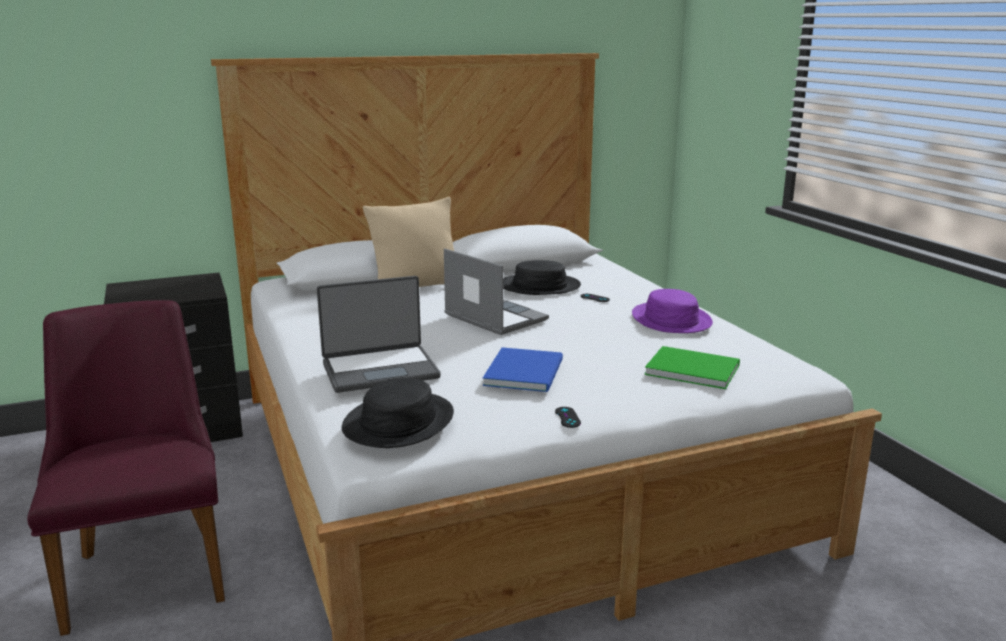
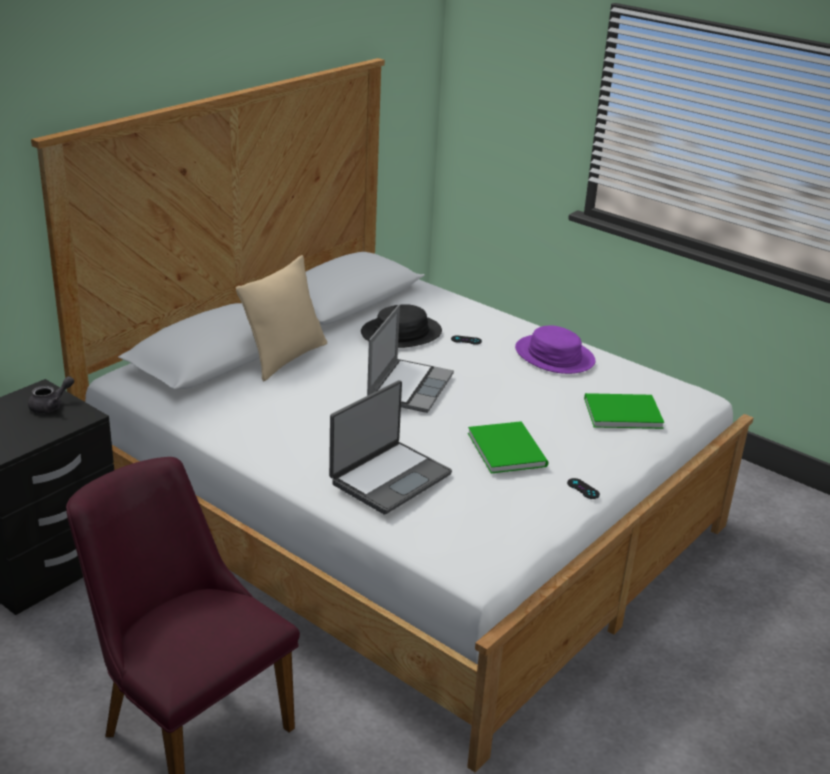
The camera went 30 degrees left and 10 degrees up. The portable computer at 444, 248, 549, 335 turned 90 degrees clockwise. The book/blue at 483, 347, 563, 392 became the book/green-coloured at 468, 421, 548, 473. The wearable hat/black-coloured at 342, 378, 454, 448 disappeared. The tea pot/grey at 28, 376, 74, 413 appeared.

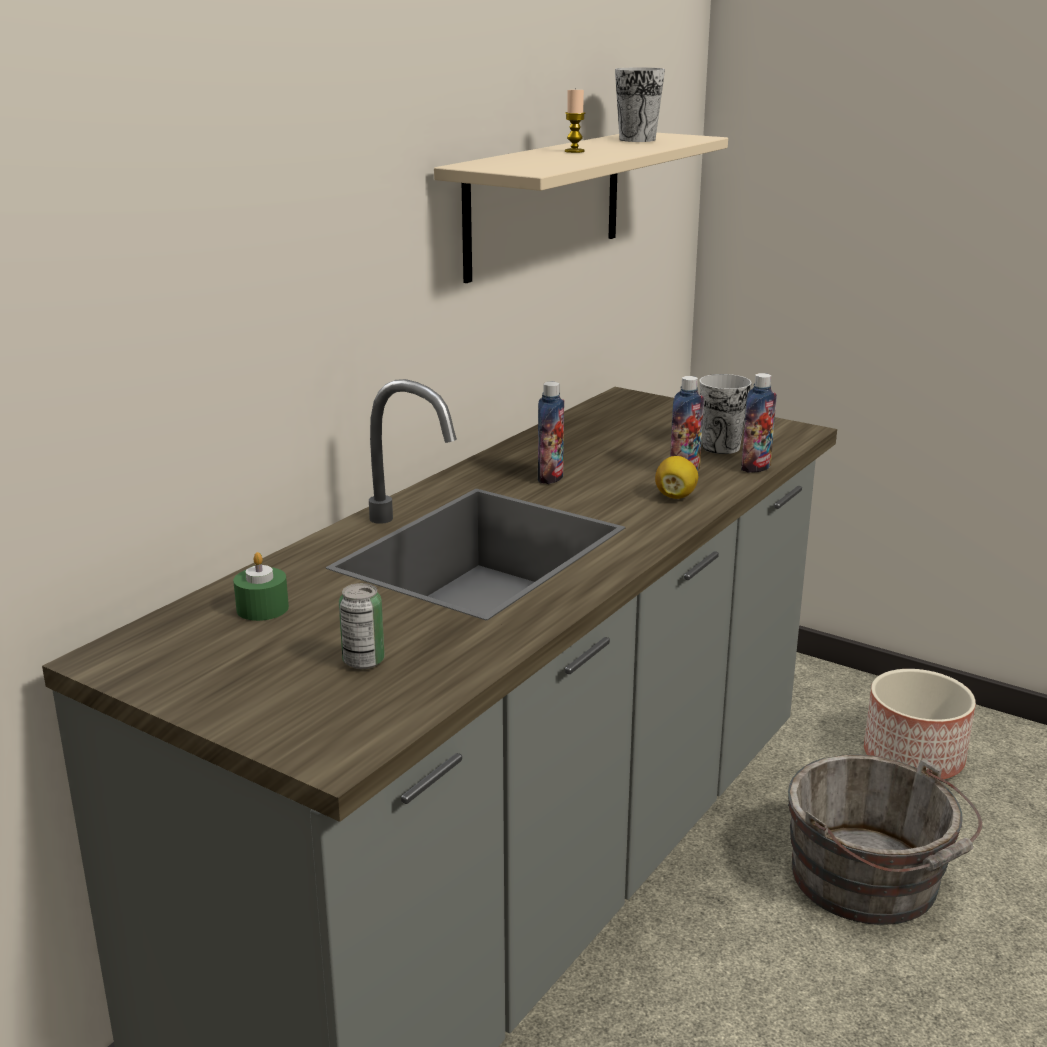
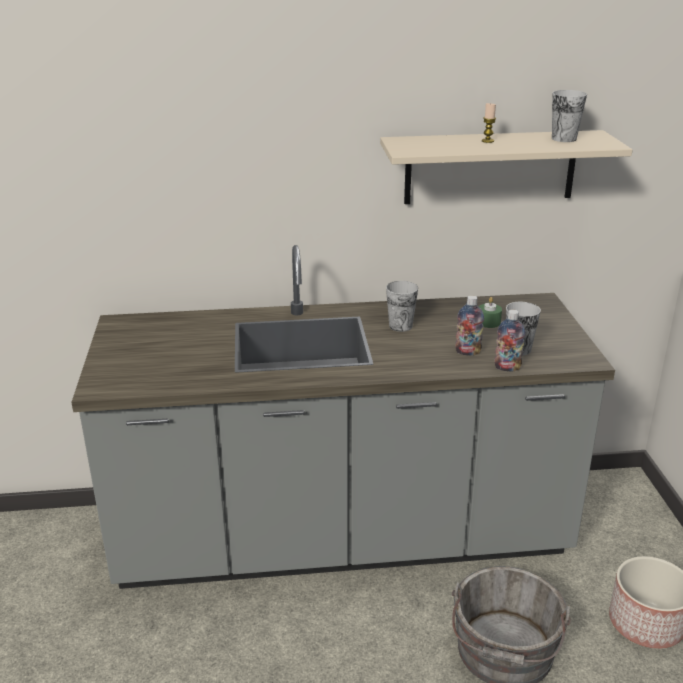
The camera went 50 degrees right and 5 degrees up. The bottle at 538, 382, 564, 484 was replaced by the cup at 386, 281, 418, 332. The lemon at 655, 456, 698, 499 disappeared. The wax light/green-coloured moved from 233, 552, 289, 621 to 479, 297, 502, 328. The metal can at 339, 583, 385, 669 disappeared.

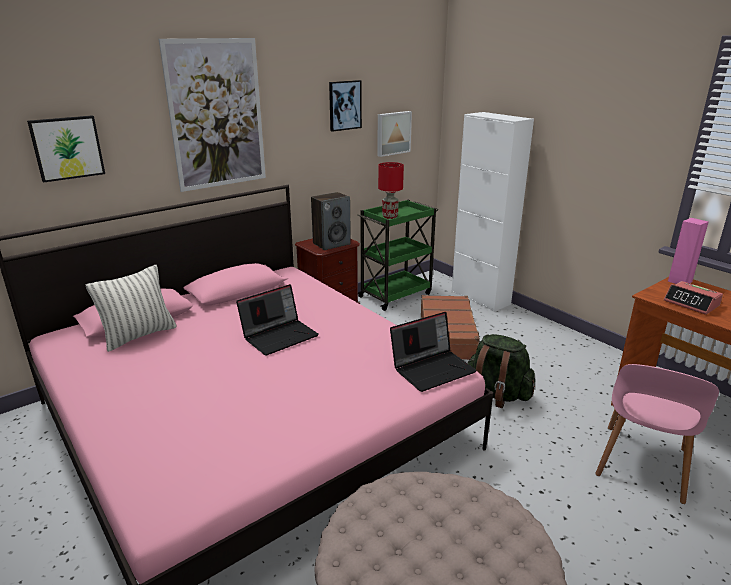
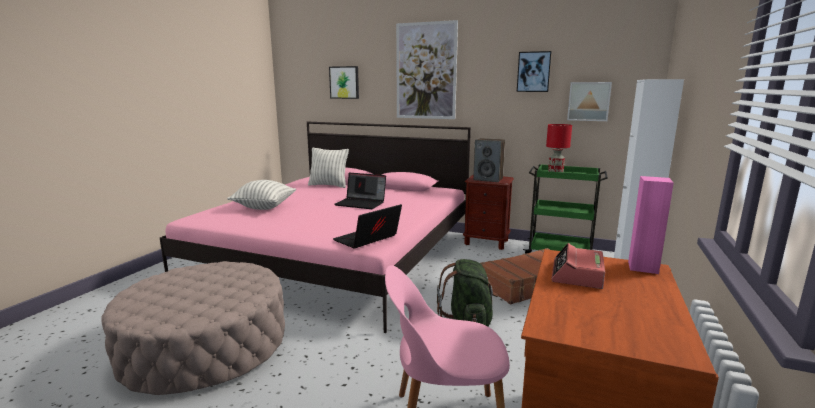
The camera went 60 degrees right and 10 degrees down. The portable computer at 390, 312, 477, 392 turned 105 degrees clockwise. The cushion at 227, 180, 296, 210 appeared.

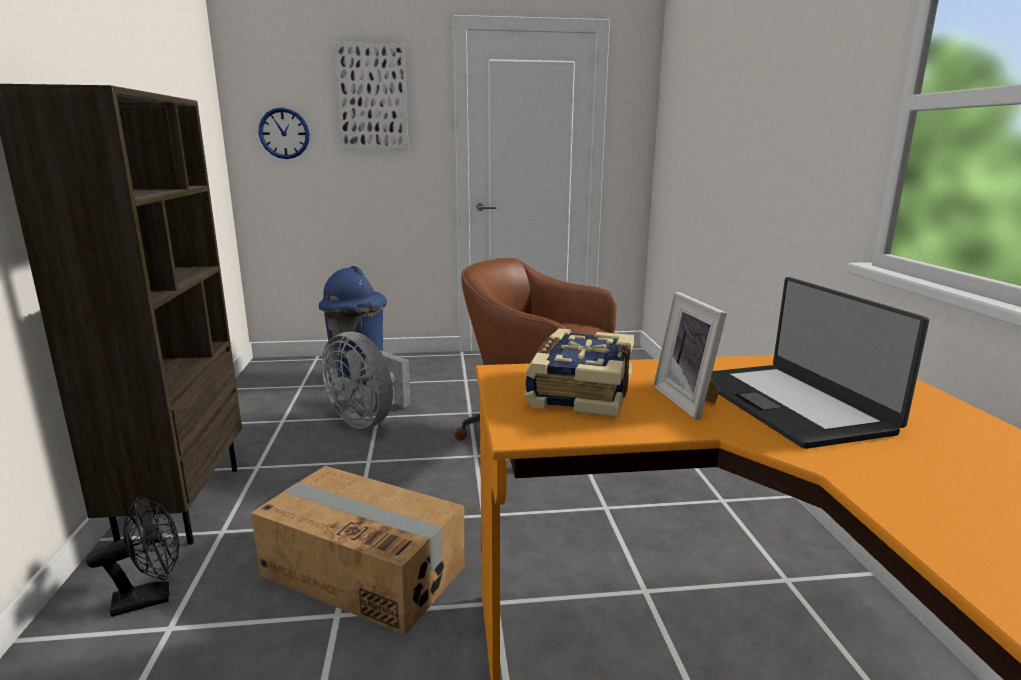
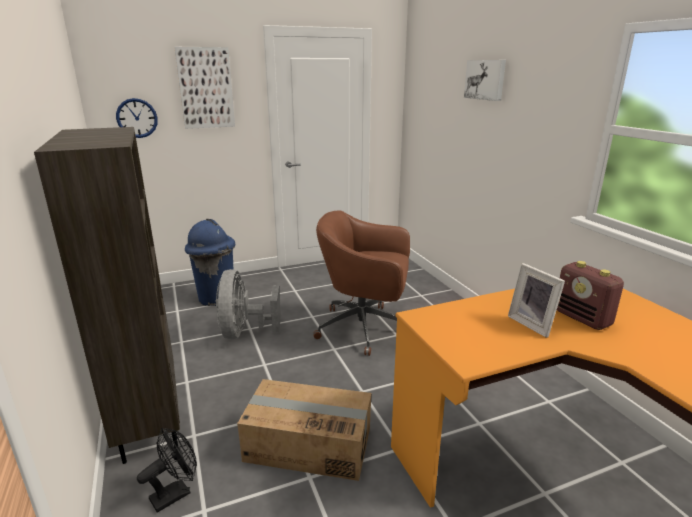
The camera went 15 degrees left and 5 degrees up. The portable computer at 711, 277, 929, 449 was replaced by the radio at 557, 261, 624, 330. The book at 525, 328, 634, 417 disappeared. The fan/grey at 322, 331, 411, 429 turned 60 degrees clockwise. The wall art at 464, 60, 506, 101 appeared.

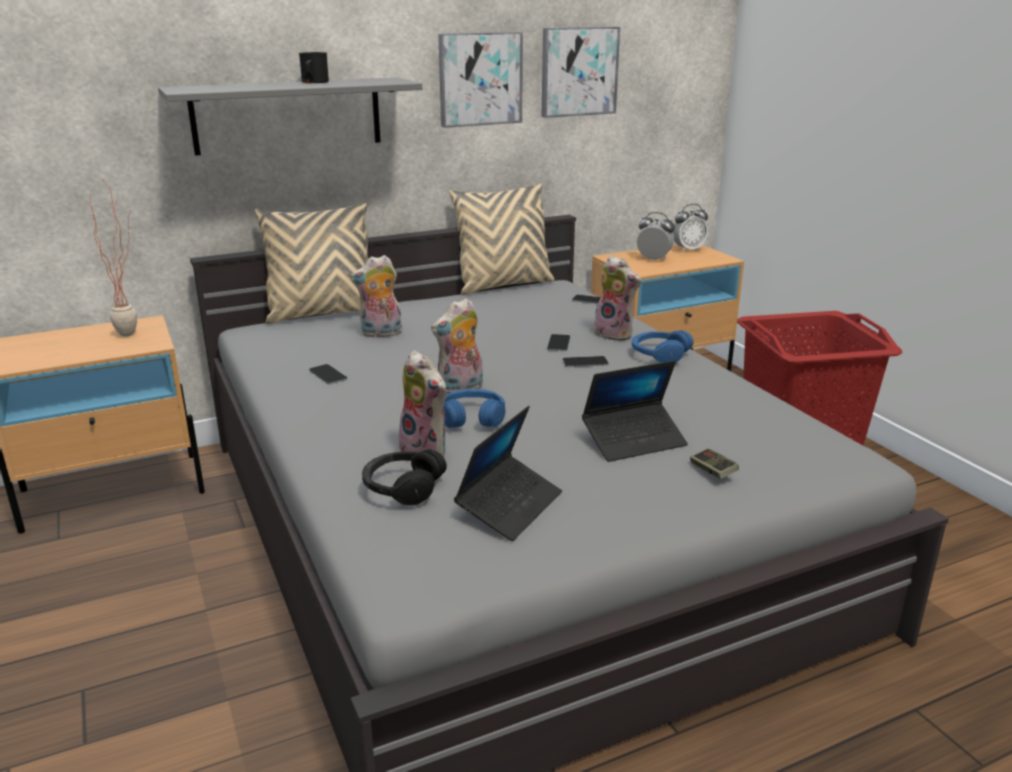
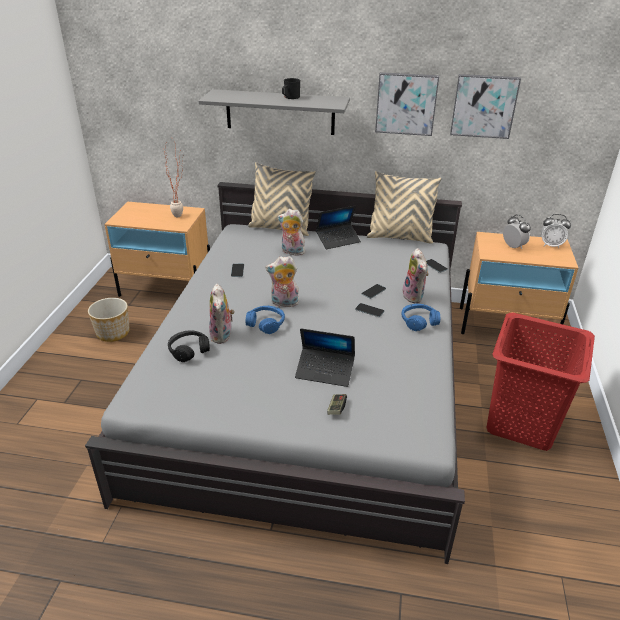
The camera went 35 degrees right and 10 degrees up. The portable computer moved from 454, 406, 562, 541 to 316, 206, 361, 249. The flower pot at 88, 298, 130, 342 appeared.

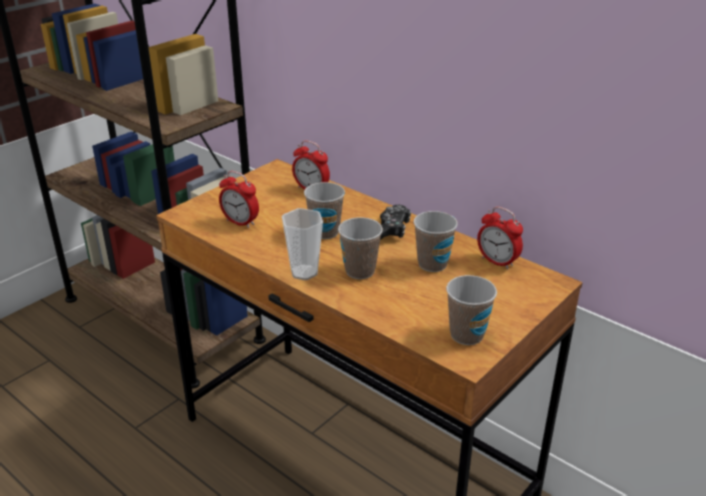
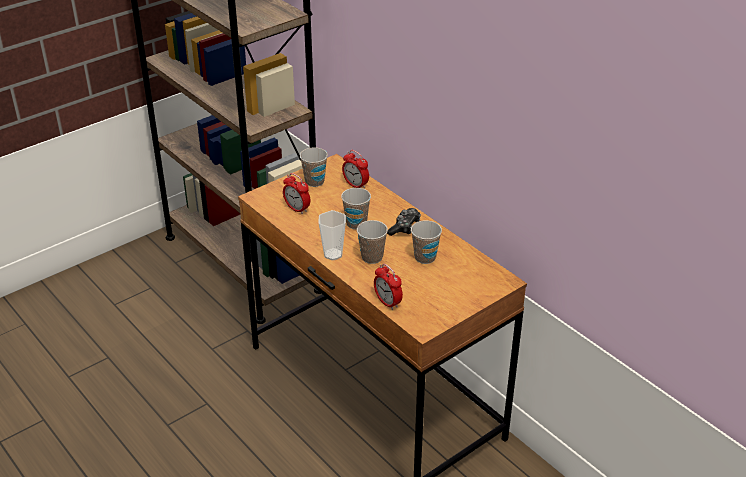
The camera went 10 degrees right and 5 degrees up. The bedside clock moved from 477, 207, 523, 270 to 374, 264, 403, 310. The cup moved from 446, 275, 497, 345 to 300, 147, 328, 187.

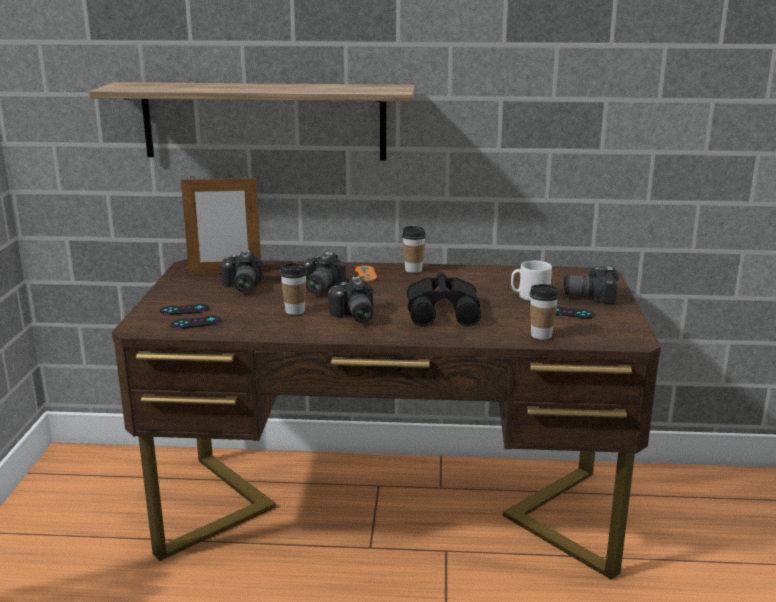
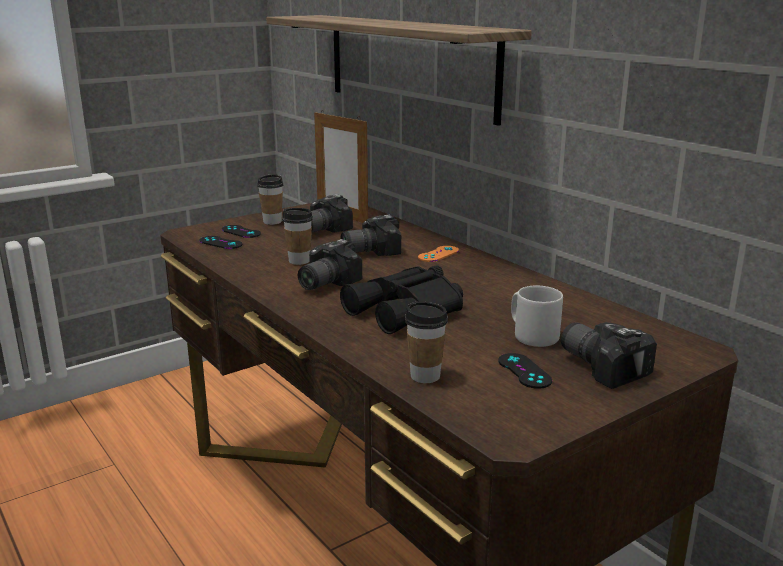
The camera went 50 degrees right and 0 degrees up. The cup moved from 402, 226, 426, 273 to 257, 175, 283, 225.

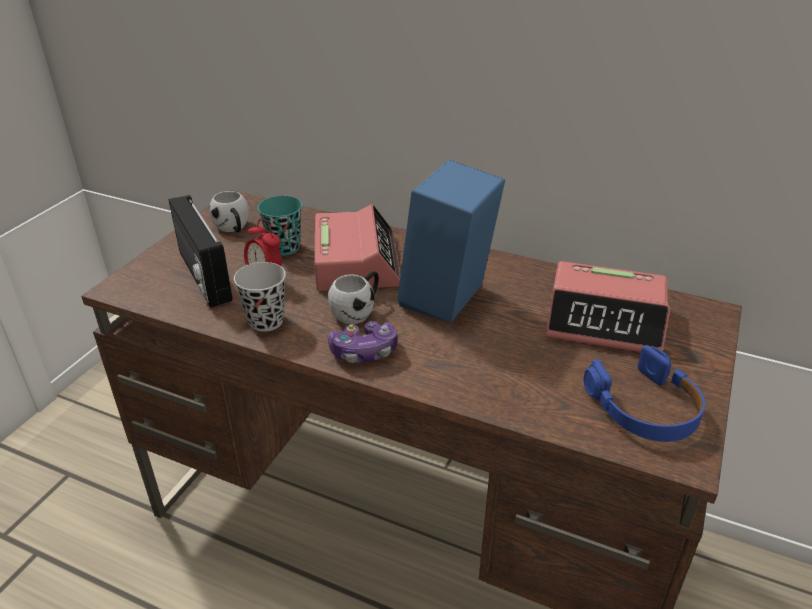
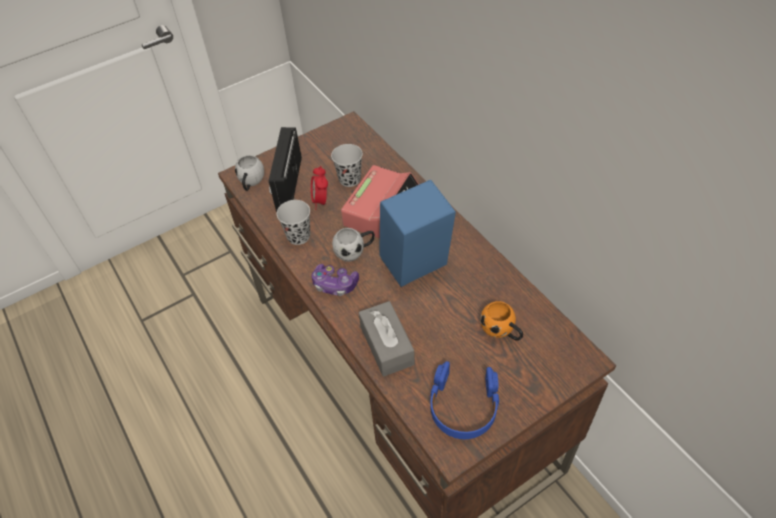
The camera went 35 degrees right and 15 degrees up. The coffee mug/white moved from 209, 191, 249, 232 to 235, 155, 264, 191. The cup/blue-green at 258, 196, 302, 256 became the cup/black-coloured at 331, 144, 363, 187. The bedside clock at 545, 261, 670, 352 was replaced by the coffee mug/orangey at 480, 301, 523, 341. The tissue holder/grey at 359, 301, 415, 377 appeared.

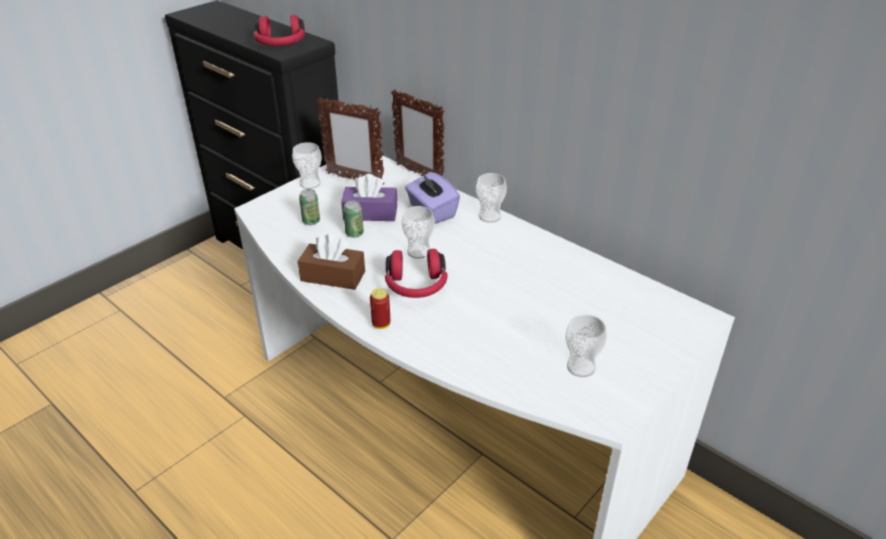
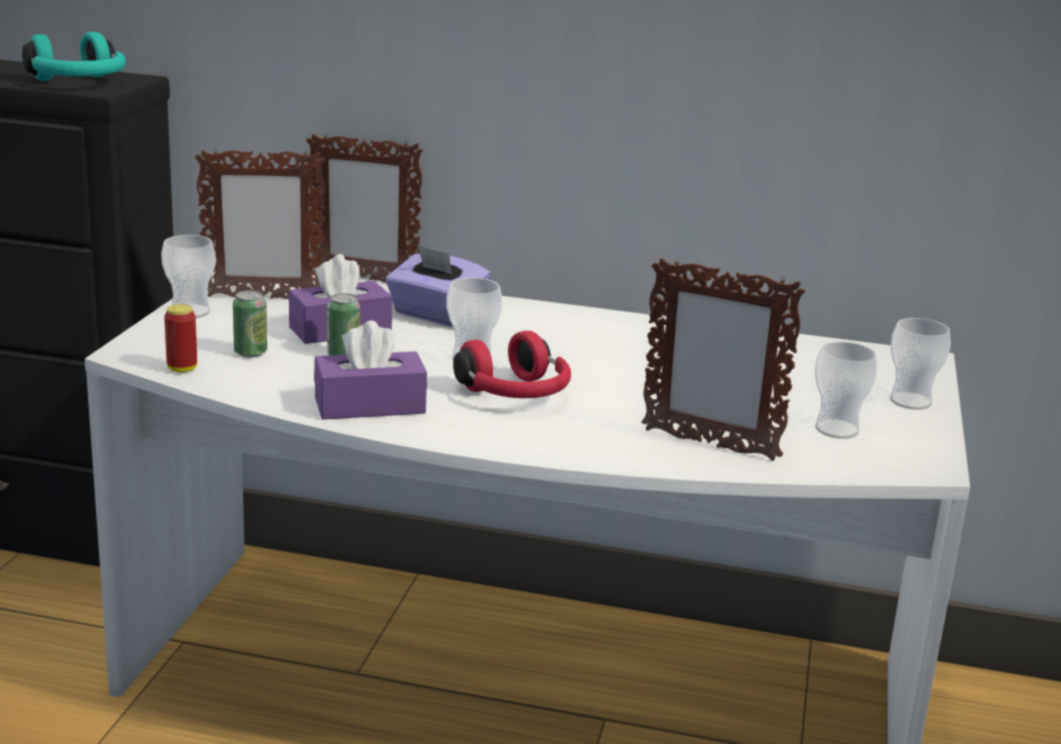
The camera went 30 degrees left and 15 degrees down. The pair of headphones/red at 254, 15, 305, 46 became the pair of headphones/blue-green at 22, 32, 126, 81. The cup moved from 476, 173, 507, 223 to 890, 318, 951, 410. The tissue holder/brown at 298, 234, 365, 290 became the tissue holder/purple at 314, 321, 427, 420. The metal can moved from 370, 288, 390, 329 to 164, 304, 197, 373. The photo frame at 642, 258, 805, 461 appeared.

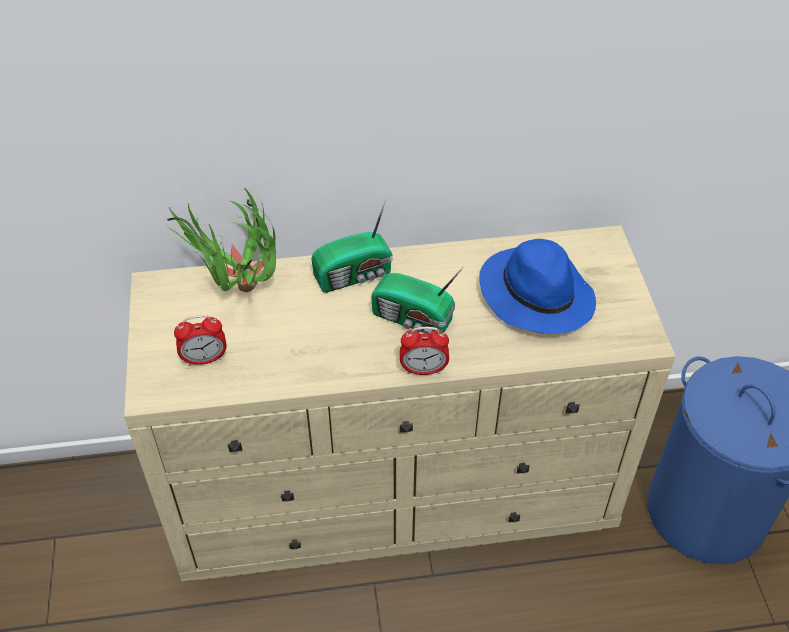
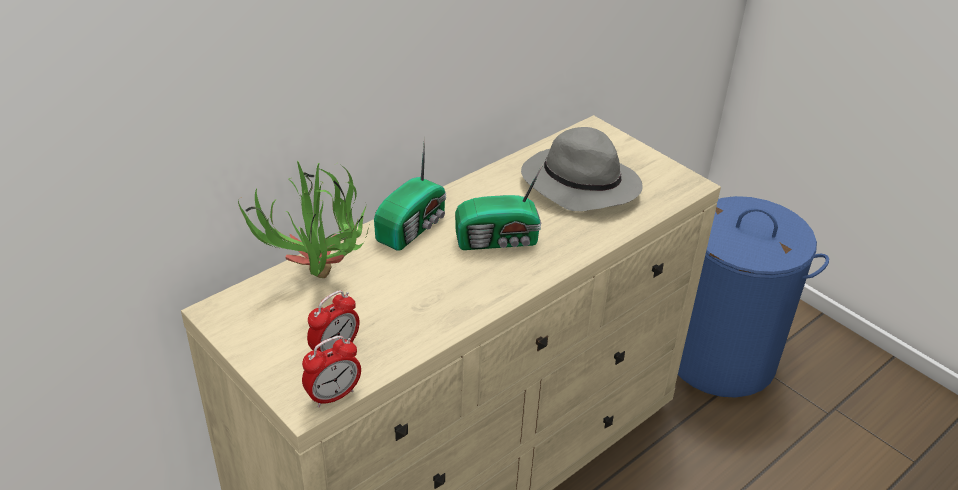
The camera went 35 degrees left and 10 degrees down. The wearable hat/blue at 479, 239, 596, 334 became the wearable hat/grey at 521, 127, 643, 211. The bedside clock moved from 400, 327, 449, 375 to 302, 336, 361, 408.

